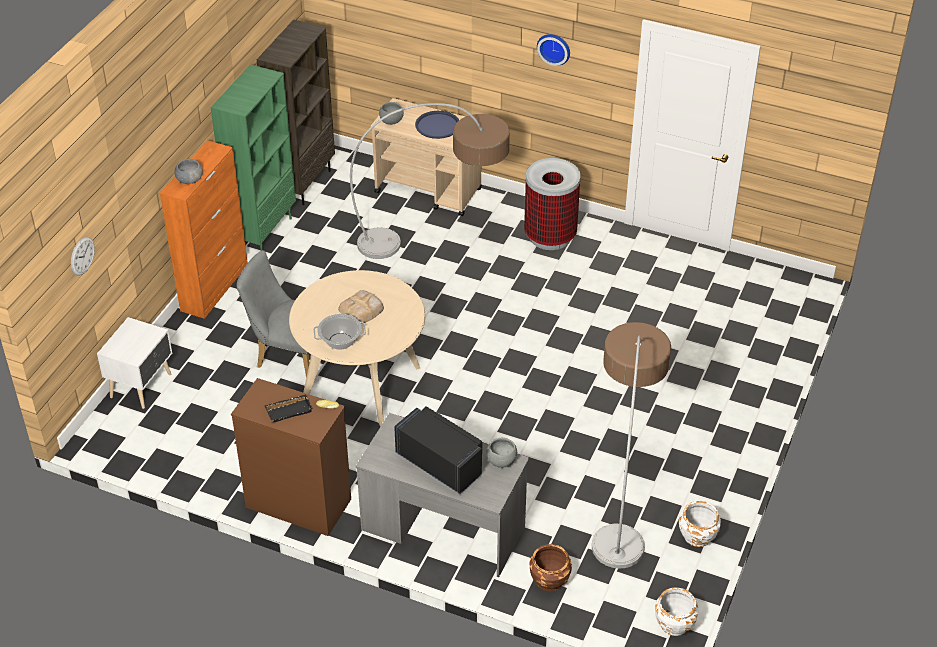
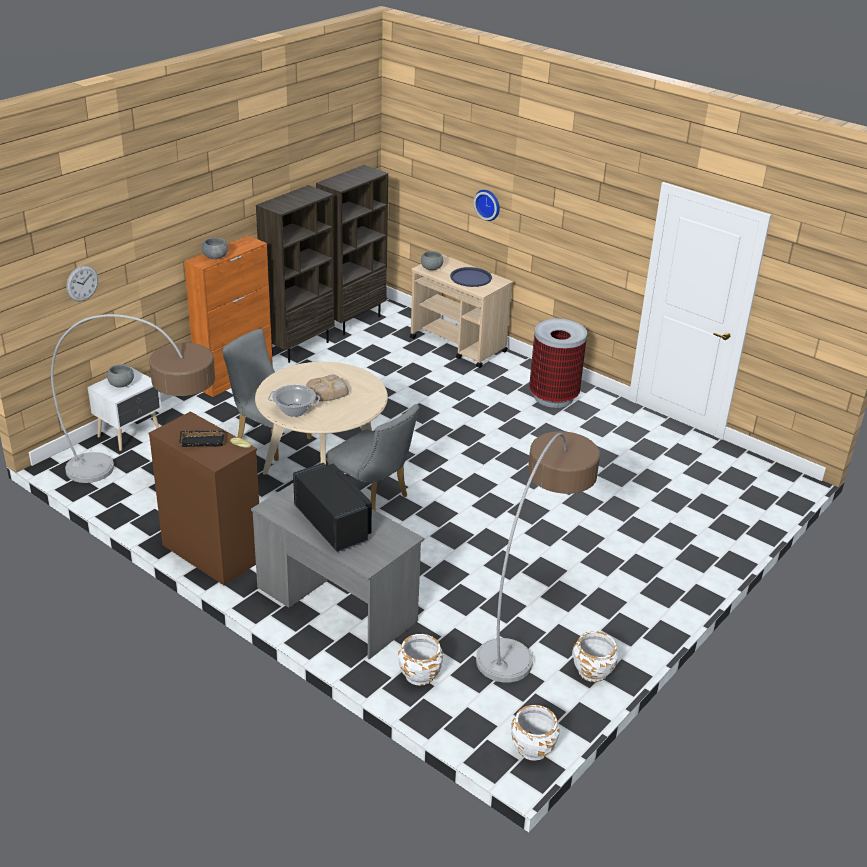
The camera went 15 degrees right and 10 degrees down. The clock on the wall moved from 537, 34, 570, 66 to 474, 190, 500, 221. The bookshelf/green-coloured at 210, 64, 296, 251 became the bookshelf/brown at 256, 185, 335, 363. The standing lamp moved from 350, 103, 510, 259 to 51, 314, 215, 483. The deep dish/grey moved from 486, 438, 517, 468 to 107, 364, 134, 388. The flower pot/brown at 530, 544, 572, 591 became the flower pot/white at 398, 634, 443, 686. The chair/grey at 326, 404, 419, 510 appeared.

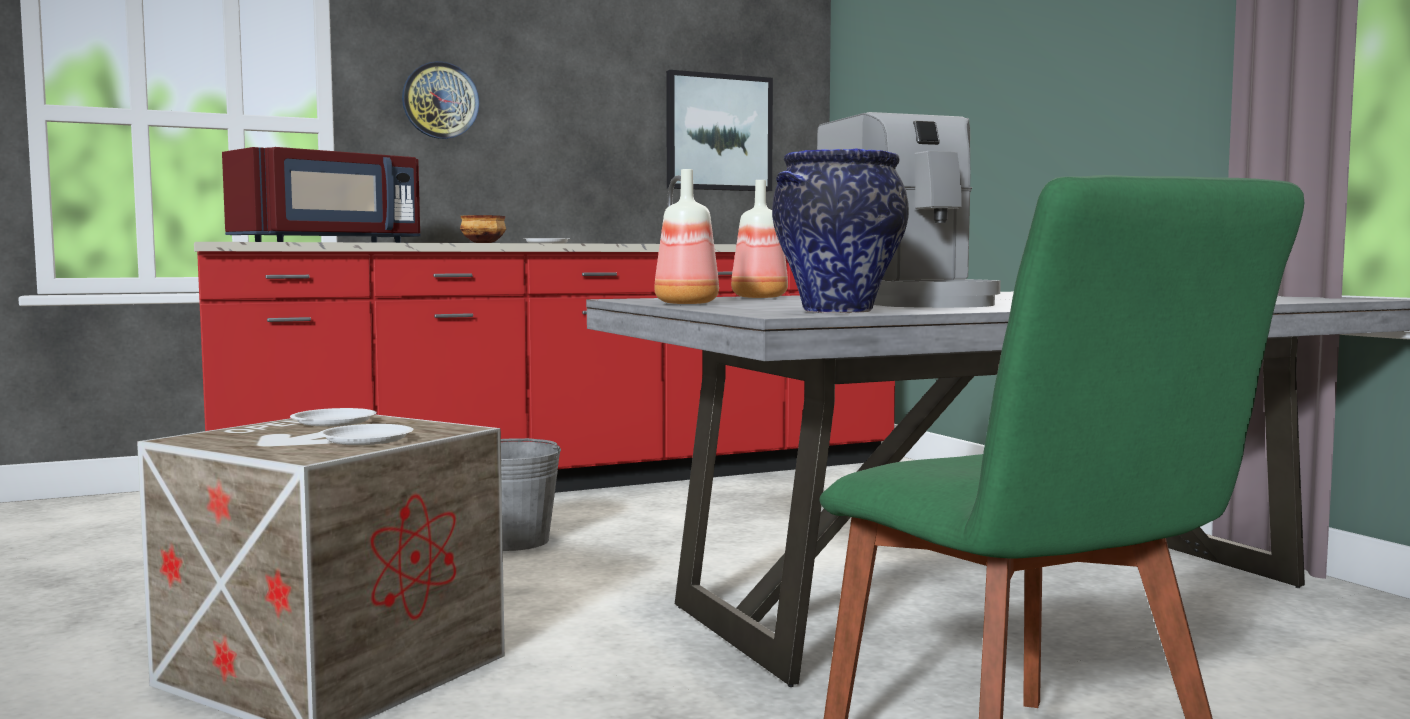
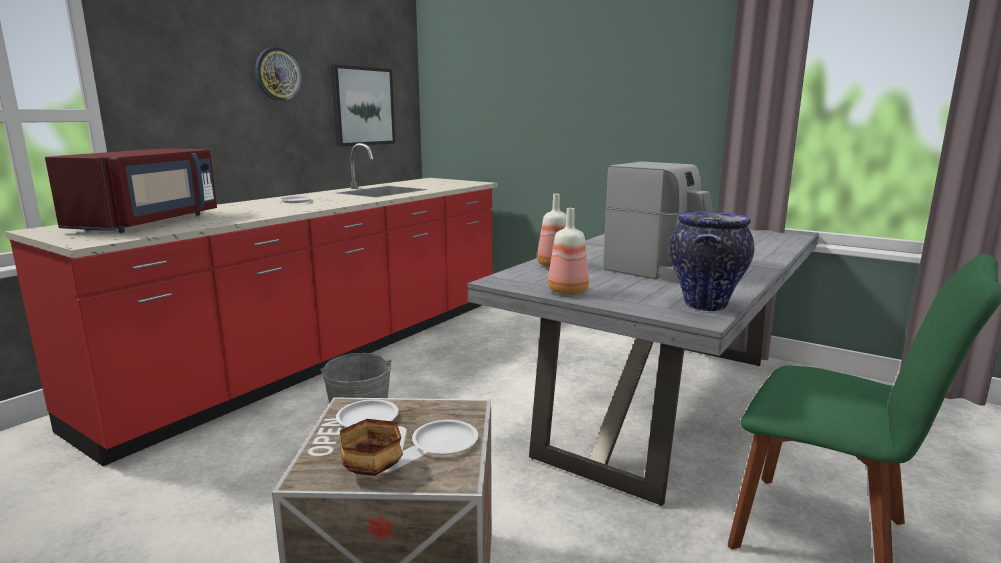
The camera went 30 degrees left and 10 degrees up. The clock on the wall moved from 402, 61, 479, 139 to 255, 47, 302, 101. The deep dish moved from 460, 215, 506, 243 to 340, 419, 403, 476.

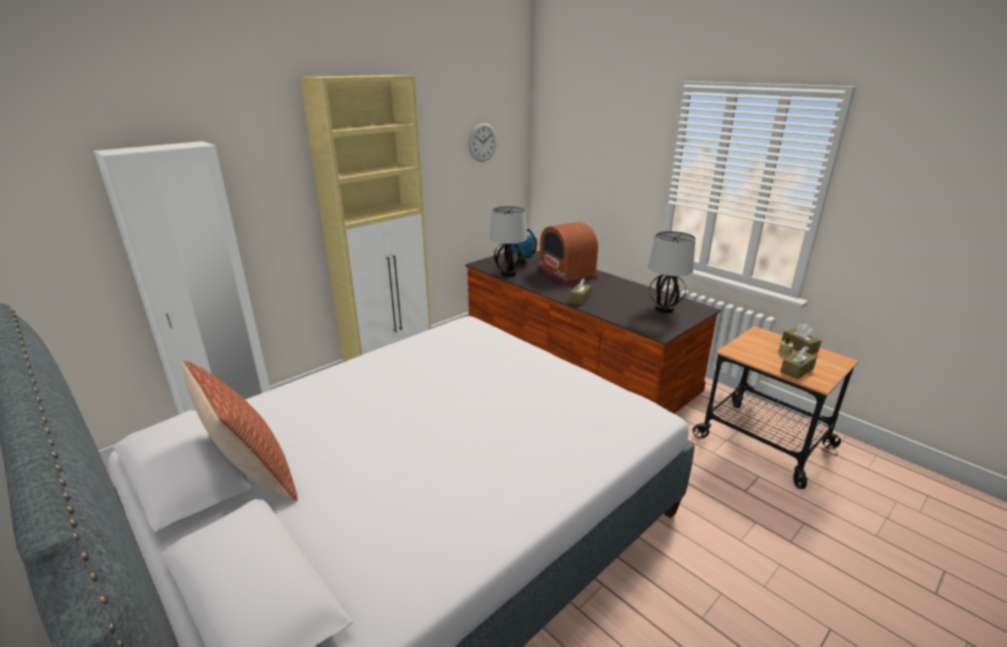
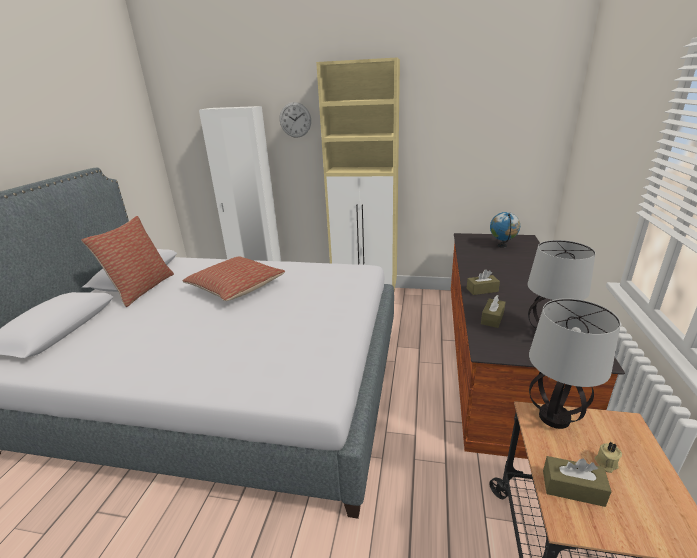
The camera went 55 degrees right and 0 degrees up. The clock on the wall moved from 468, 123, 497, 162 to 280, 102, 311, 138. The tabletop lamp moved from 490, 206, 527, 277 to 529, 298, 621, 429. The radio at 538, 222, 598, 285 disappeared. The tissue holder/brown moved from 781, 324, 821, 354 to 481, 295, 506, 328. The cushion at 183, 256, 285, 301 appeared.

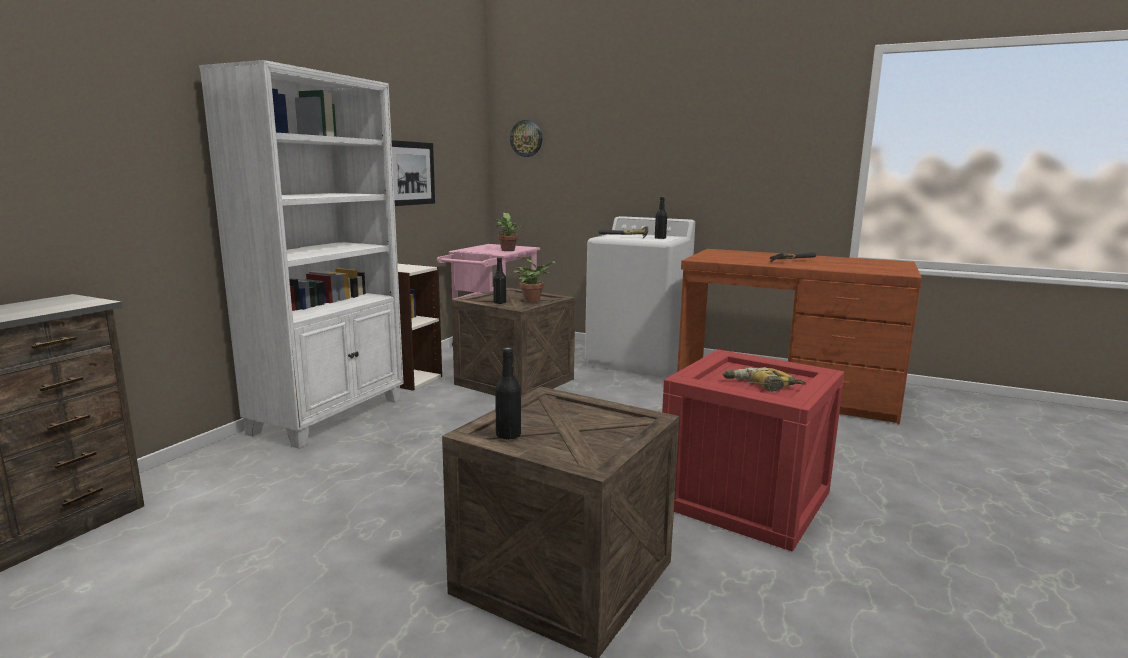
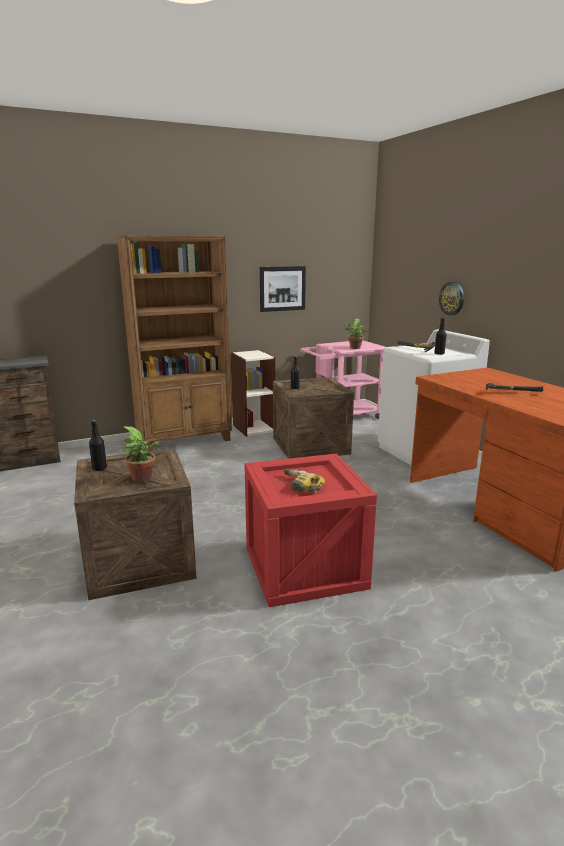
The camera went 40 degrees right and 5 degrees up. The bookshelf/white at 199, 60, 404, 449 became the bookshelf/brown at 117, 235, 232, 451. The clock on the wall moved from 510, 120, 542, 157 to 439, 282, 464, 315. The potted plant moved from 514, 257, 555, 302 to 123, 426, 162, 482.

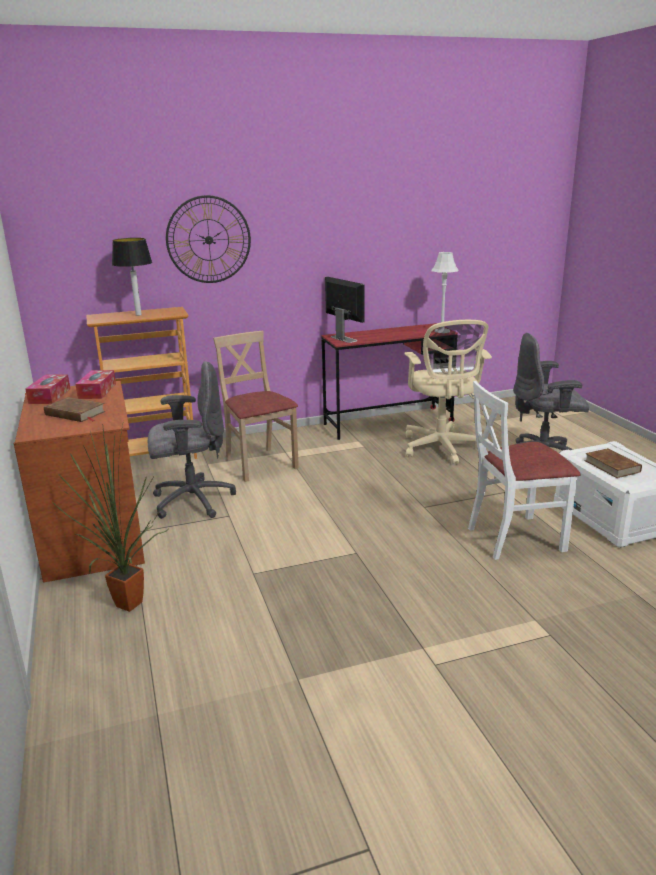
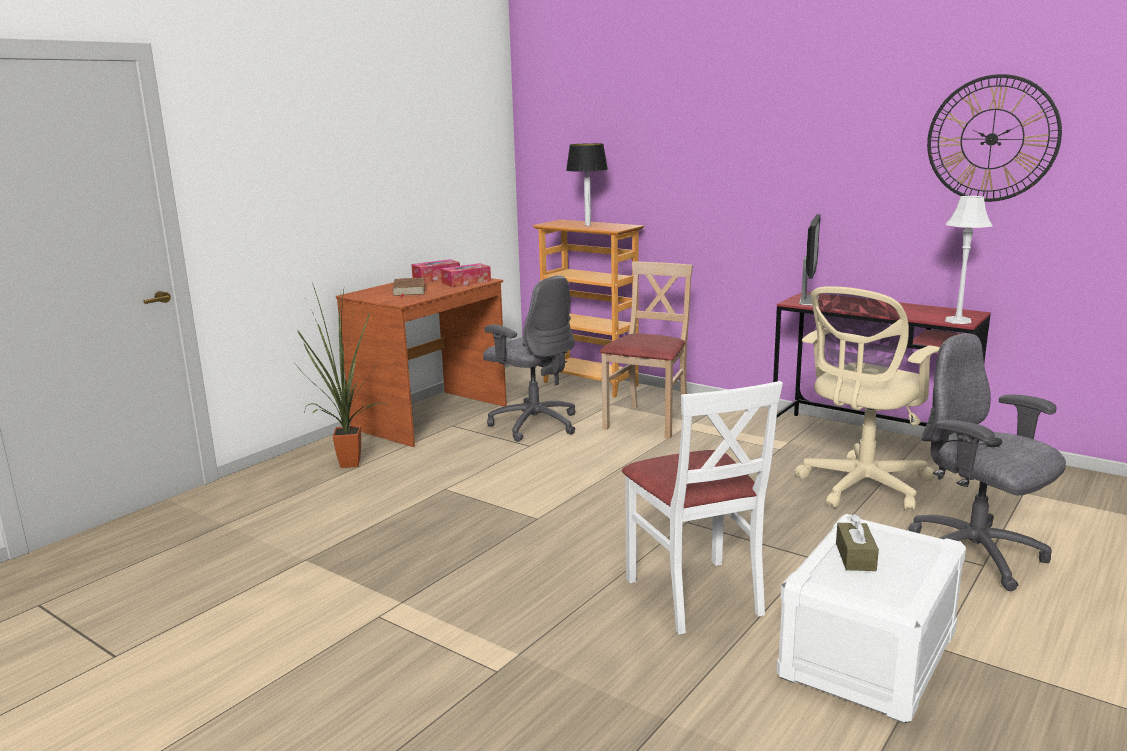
The camera went 55 degrees right and 5 degrees down. The clock on the wall moved from 166, 195, 251, 283 to 927, 74, 1062, 202. The chair/white at 468, 381, 581, 560 turned 150 degrees counterclockwise. The book/brown at 584, 448, 642, 478 was replaced by the tissue holder/brown at 836, 514, 879, 571.

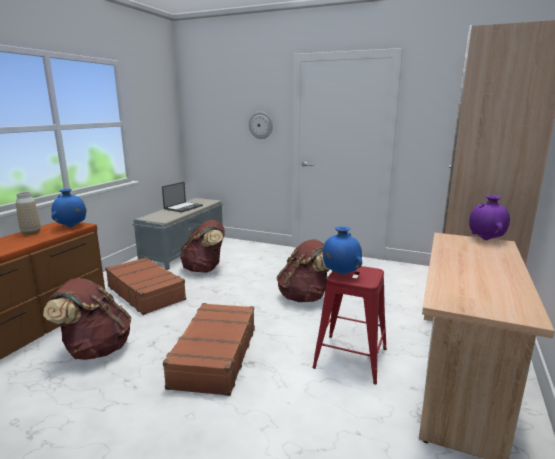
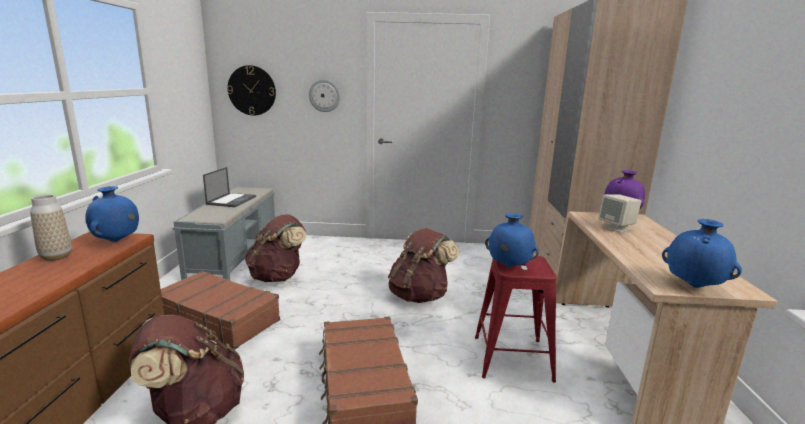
The camera went 20 degrees left and 0 degrees up. The clock on the wall at 227, 65, 276, 116 appeared. The speaker/beige-coloured at 598, 194, 641, 233 appeared. The vase/blue at 662, 219, 742, 288 appeared.

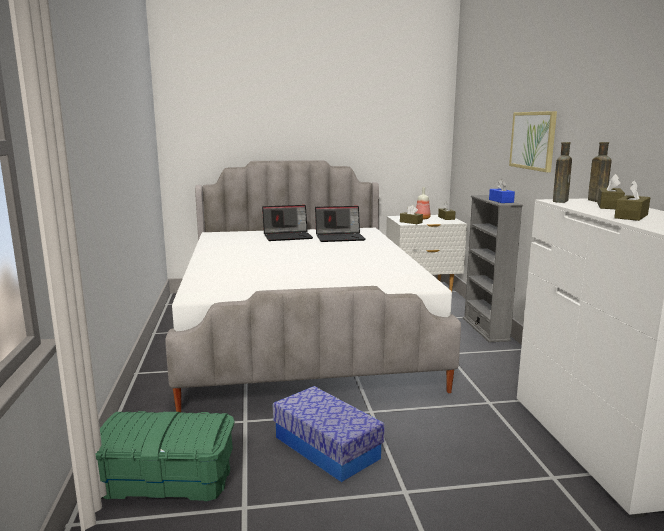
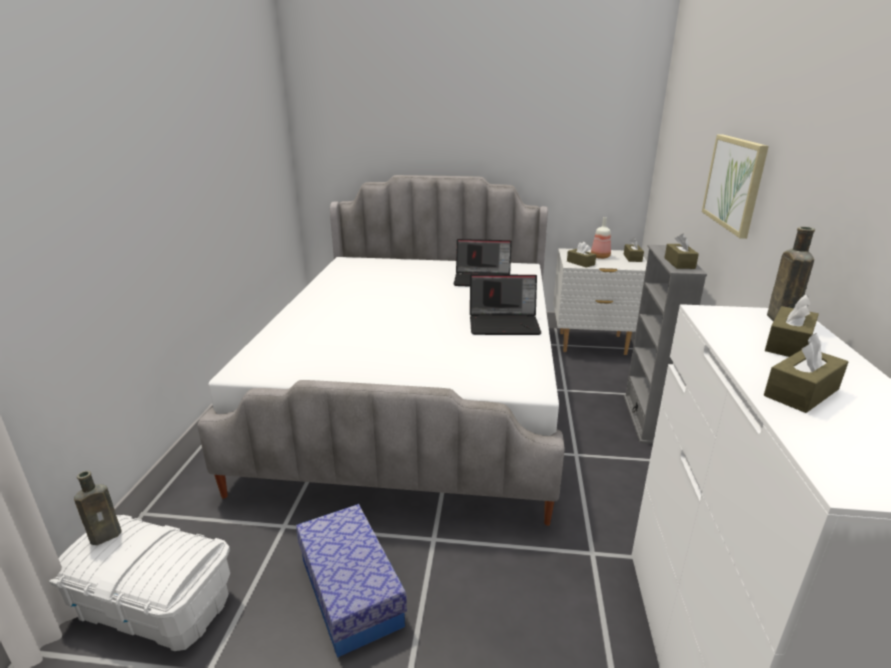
The camera went 15 degrees right and 10 degrees up. The bottle/brown moved from 553, 142, 572, 203 to 74, 471, 122, 545. The tissue holder/blue at 489, 179, 515, 203 became the tissue holder/brown at 665, 233, 699, 269. The portable computer moved from 262, 205, 313, 241 to 470, 274, 541, 335. The storage box/green-coloured at 95, 411, 234, 501 became the storage box/white at 49, 515, 230, 651.

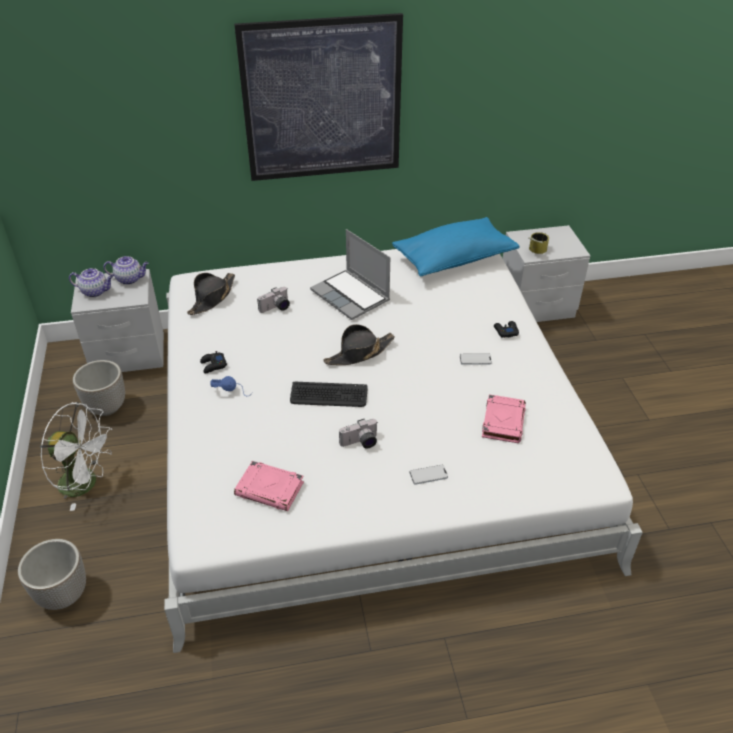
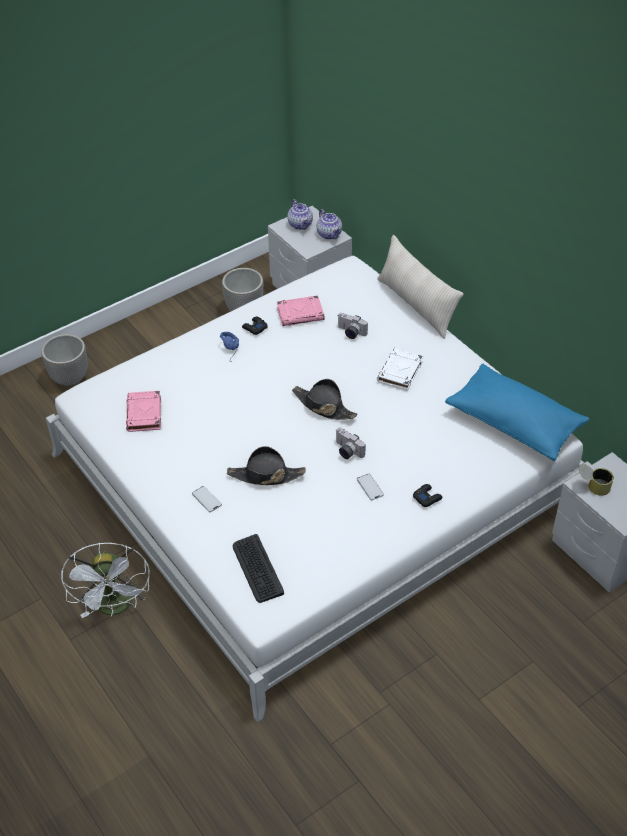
The camera went 65 degrees right and 5 degrees up. The wall art at 234, 13, 403, 181 disappeared. The portable computer at 310, 229, 390, 320 was replaced by the book/white at 377, 348, 423, 391. The wearable hat/black-coloured moved from 187, 273, 235, 315 to 227, 446, 306, 485. The PC keyboard moved from 290, 382, 368, 407 to 233, 534, 284, 603. The book/pinkish moved from 482, 394, 526, 443 to 277, 295, 325, 326. The fan/white moved from 40, 402, 112, 511 to 61, 543, 150, 618. The photo camera moved from 339, 419, 377, 449 to 336, 428, 366, 459. The cushion/beige-coloured at 377, 235, 463, 339 appeared.

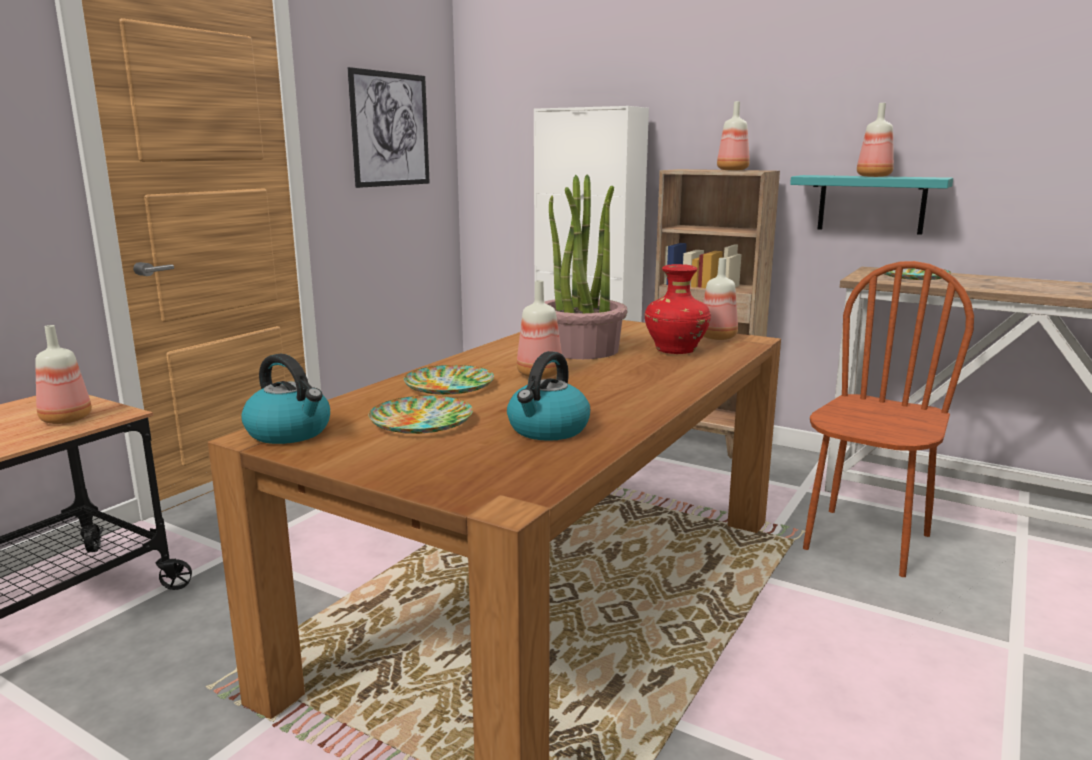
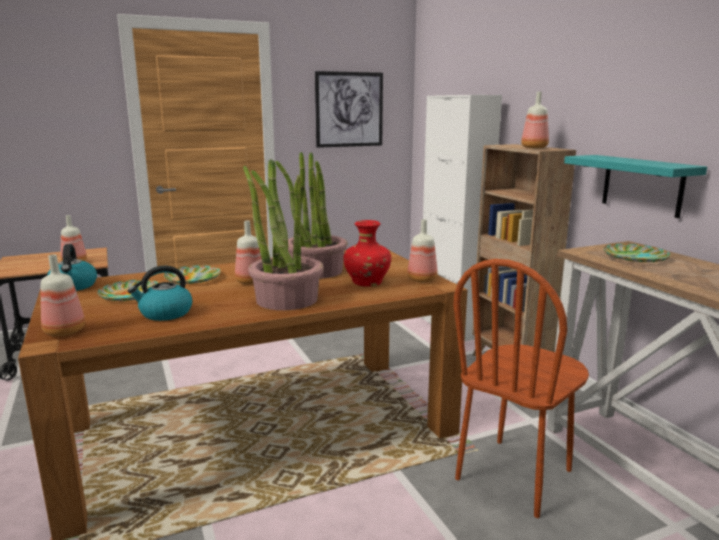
The camera went 35 degrees right and 0 degrees up. The bottle moved from 857, 103, 894, 177 to 41, 254, 85, 336. The chair/brown at 803, 261, 974, 577 turned 150 degrees clockwise. The potted plant at 243, 159, 324, 310 appeared.

